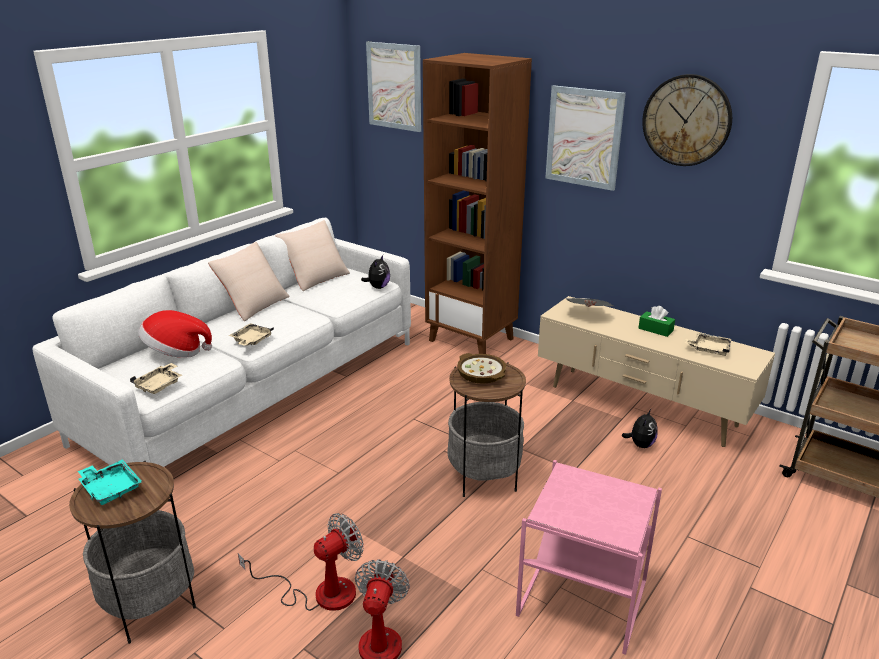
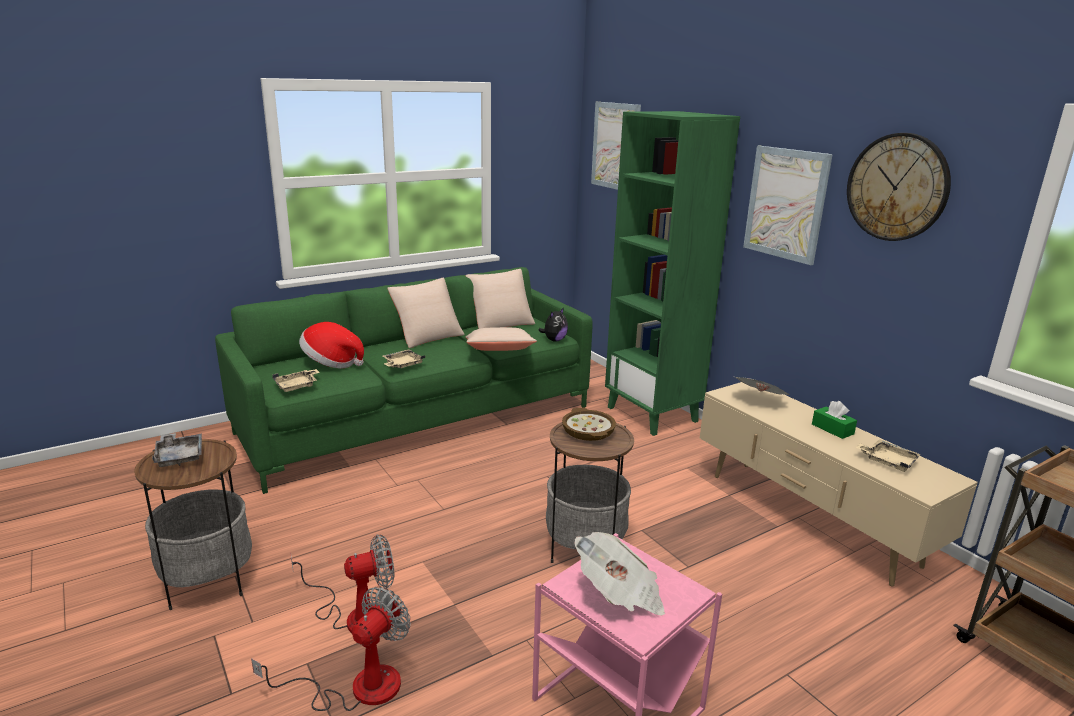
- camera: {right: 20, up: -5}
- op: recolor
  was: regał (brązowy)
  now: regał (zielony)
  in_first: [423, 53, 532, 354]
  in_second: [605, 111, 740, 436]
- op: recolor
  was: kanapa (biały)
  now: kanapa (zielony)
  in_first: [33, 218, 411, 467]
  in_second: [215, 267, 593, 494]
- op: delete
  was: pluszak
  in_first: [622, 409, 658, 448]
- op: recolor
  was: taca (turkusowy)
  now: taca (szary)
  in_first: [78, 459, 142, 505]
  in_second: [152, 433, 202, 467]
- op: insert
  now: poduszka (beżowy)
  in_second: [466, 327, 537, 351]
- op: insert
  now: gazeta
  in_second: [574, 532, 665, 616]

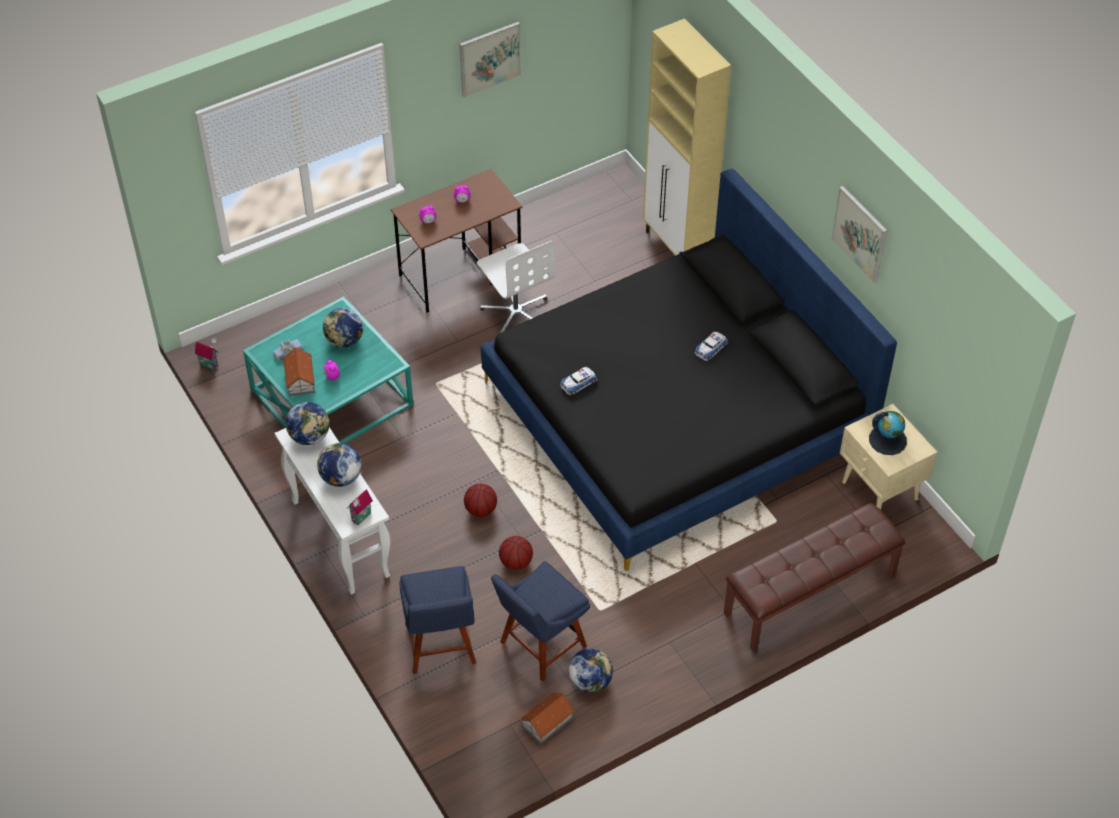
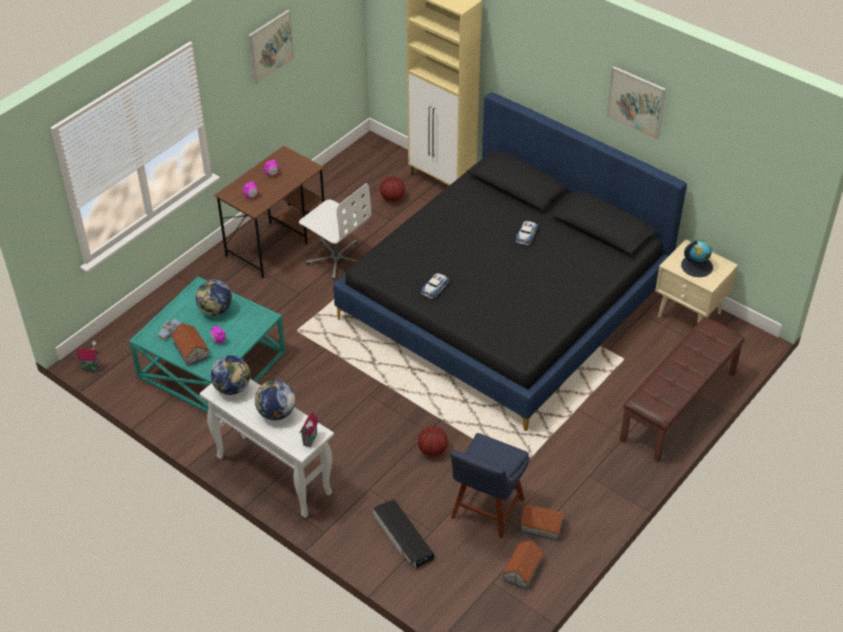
- camera: {right: -20, up: -5}
- op: move
  was: piłka do koszykówki
  in_first: [464, 484, 497, 517]
  in_second: [380, 177, 405, 202]
- op: replace
  was: krzesło (niebieski)
  now: pojemnik do przechowywania (czarny)
  in_first: [399, 566, 476, 674]
  in_second: [373, 500, 434, 568]
- op: replace
  was: globus
  now: domek
  in_first: [568, 648, 613, 693]
  in_second: [520, 504, 565, 541]

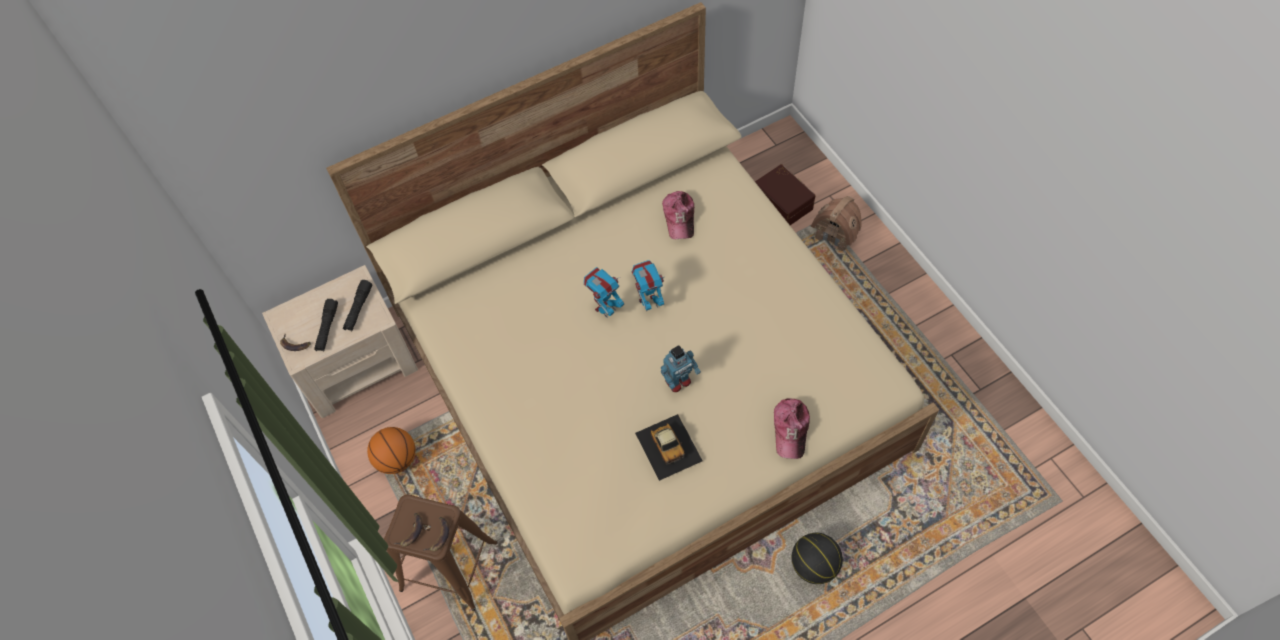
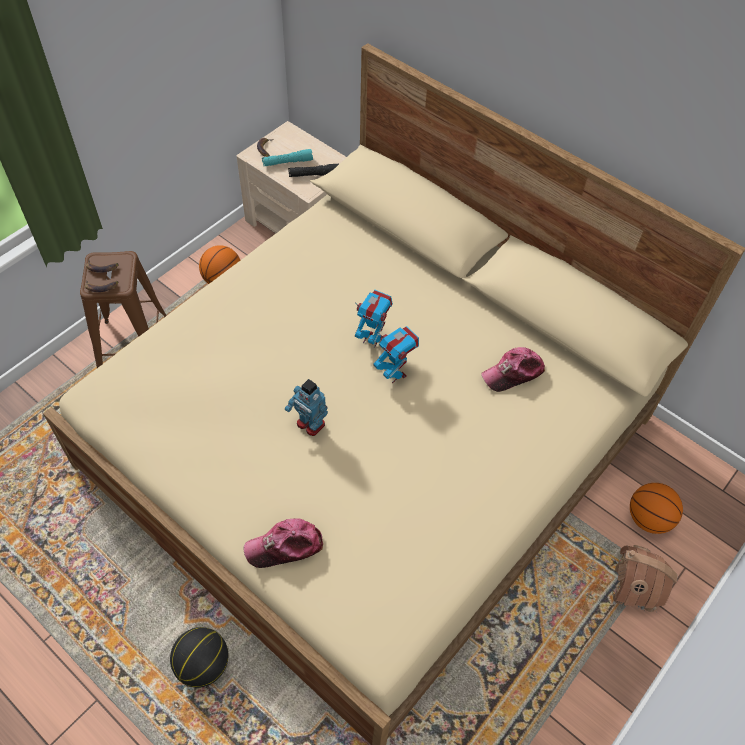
- camera: {right: 65, up: -5}
- op: replace
  was: pojemnik do przechowywania (brązowy)
  now: piłka do koszykówki
  in_first: [755, 164, 816, 225]
  in_second: [630, 483, 683, 534]
- op: recolor
  was: latarka (czarny)
  now: latarka (turkusowy)
  in_first: [314, 299, 338, 352]
  in_second: [262, 149, 313, 166]
- op: delete
  was: samochodzik
  in_first: [635, 414, 703, 481]

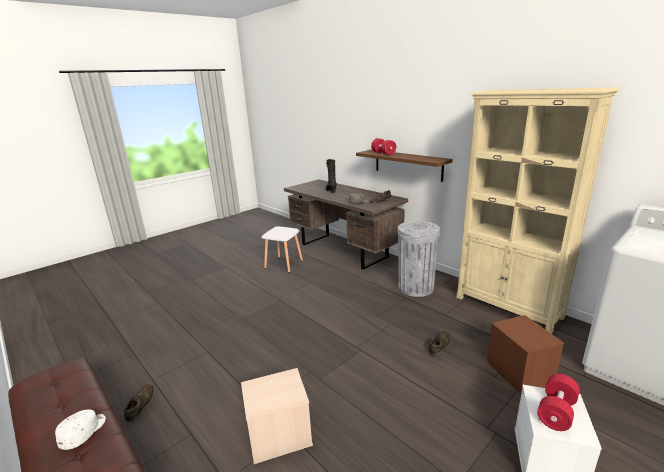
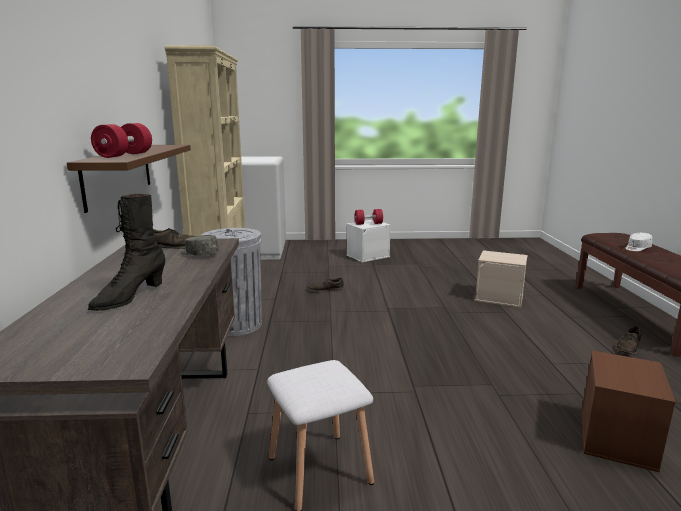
- camera: {right: -140, up: -5}
- op: move
  was: pojemnik do przechowywania (brązowy)
  in_first: [487, 315, 564, 395]
  in_second: [582, 351, 676, 472]

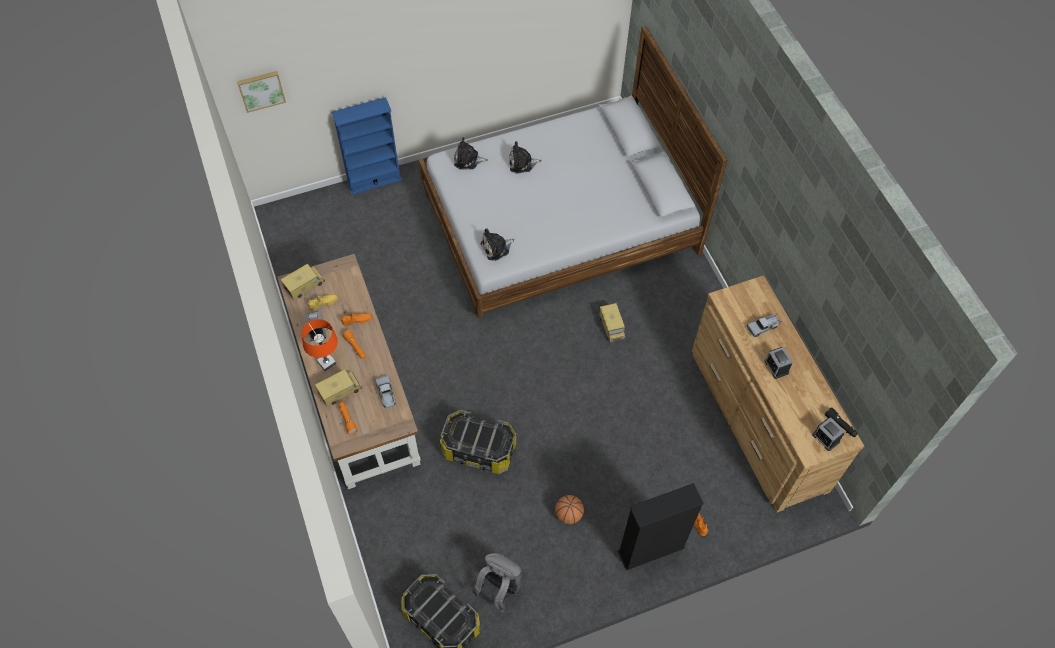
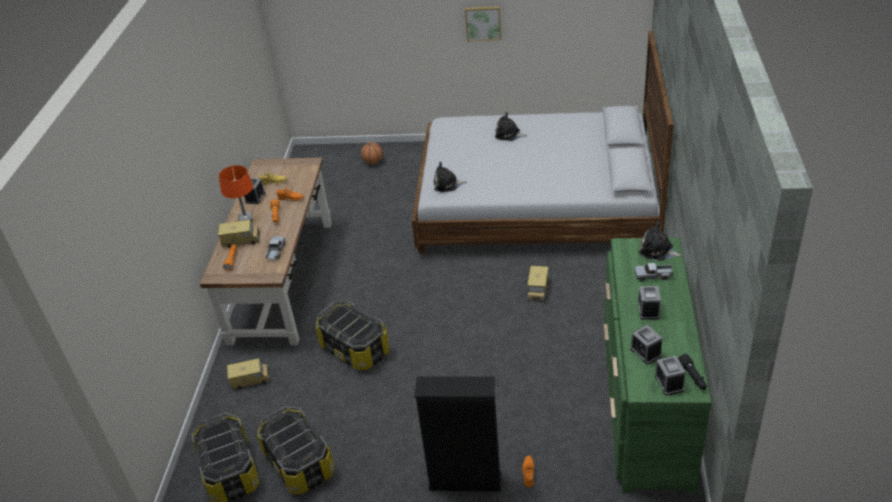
- camera: {right: 30, up: -20}
- op: move
  was: obraz
  in_first: [237, 71, 286, 113]
  in_second: [465, 6, 501, 42]
- op: delete
  was: regał (niebieski)
  in_first: [332, 97, 402, 195]
- op: move
  was: pluszak
  in_first: [454, 137, 488, 169]
  in_second: [639, 221, 682, 261]
- op: move
  was: ciężarówka zabawkowa
  in_first: [281, 264, 325, 300]
  in_second: [227, 358, 270, 389]
- op: recolor
  was: komoda (brązowy)
  now: komoda (zielony)
  in_first: [692, 275, 864, 513]
  in_second: [604, 237, 712, 494]
- op: move
  was: piłka do koszykówki
  in_first: [555, 495, 584, 524]
  in_second: [361, 142, 383, 164]
- op: replace
  was: plecak (szary)
  now: pojemnik do przechowywania
  in_first: [472, 553, 522, 613]
  in_second: [257, 406, 335, 494]
- op: insert
  now: budzik
  in_second: [630, 325, 662, 364]

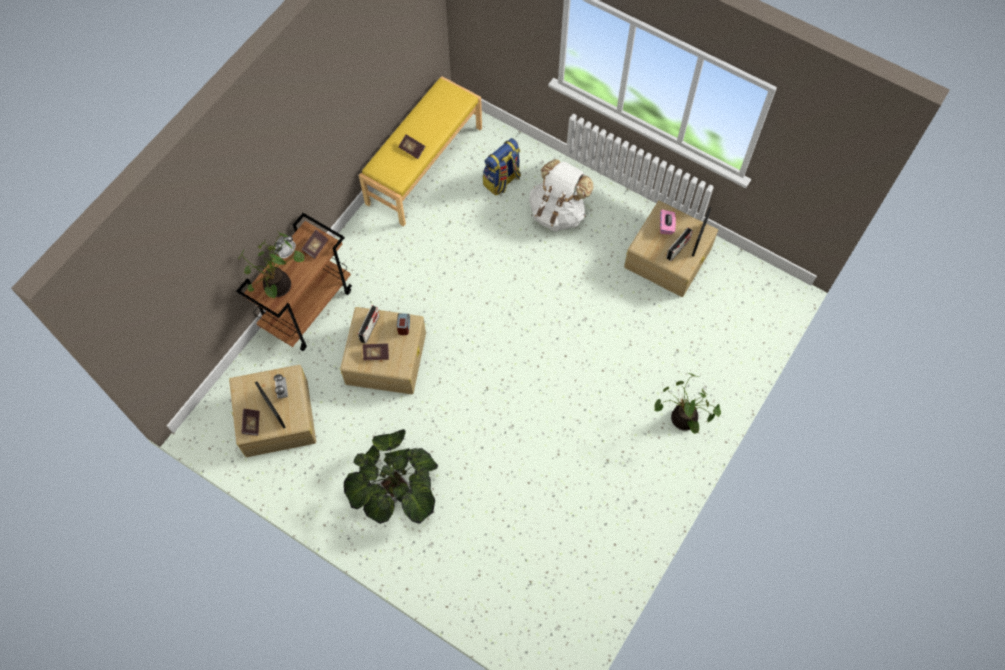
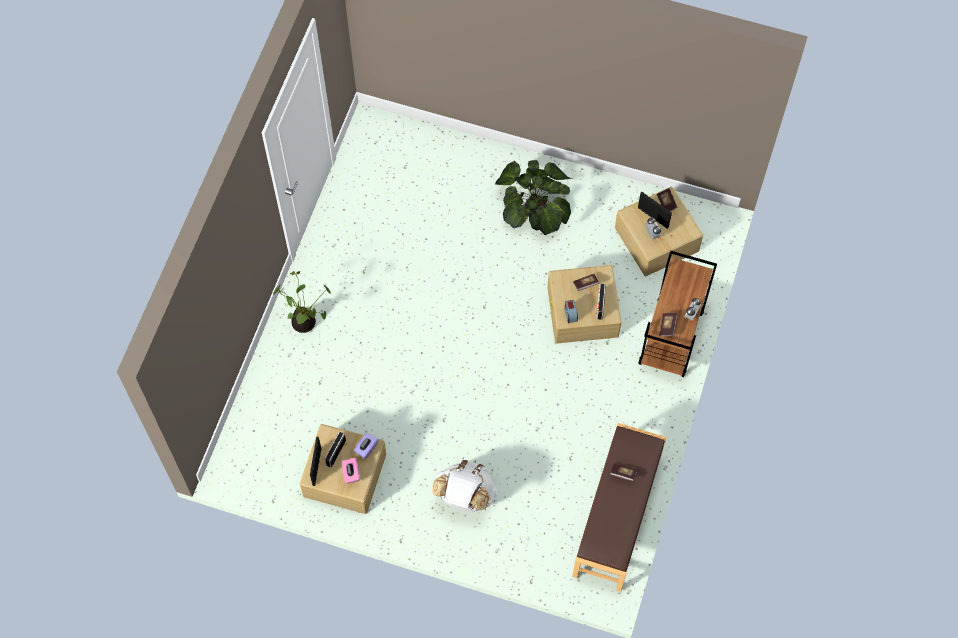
- camera: {right: 165, up: 0}
- op: recolor
  was: ławka (żółty)
  now: ławka (brązowy)
  in_first: [359, 76, 482, 226]
  in_second: [572, 423, 666, 592]
- op: delete
  was: plecak
  in_first: [483, 138, 521, 196]
- op: delete
  was: roślina doniczkowa
  in_first: [238, 232, 304, 299]
- op: insert
  now: pudełko chusteczek (fioletowy)
  in_second: [354, 433, 378, 459]

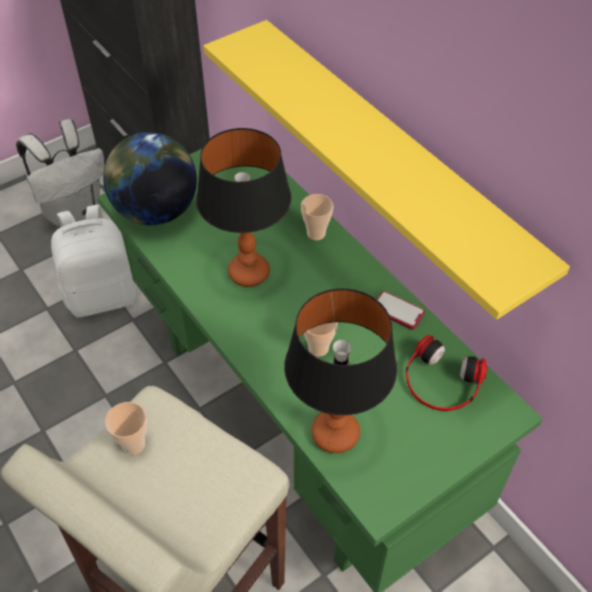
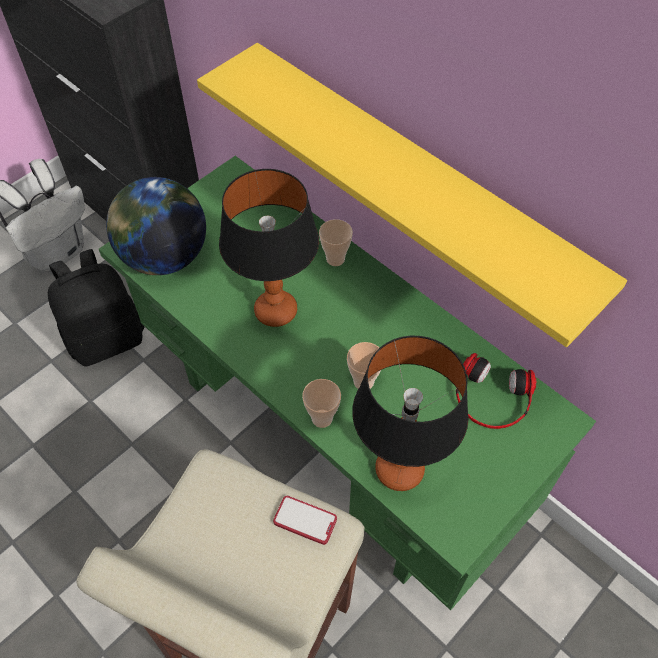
- camera: {right: -10, up: 5}
- op: recolor
  was: plecak (biały)
  now: plecak (czarny)
  in_first: [51, 204, 140, 317]
  in_second: [48, 249, 144, 366]
- op: move
  was: telefon
  in_first: [377, 291, 425, 330]
  in_second: [273, 496, 337, 545]
- op: move
  was: filiżanka
  in_first: [105, 402, 147, 455]
  in_second: [302, 379, 341, 428]

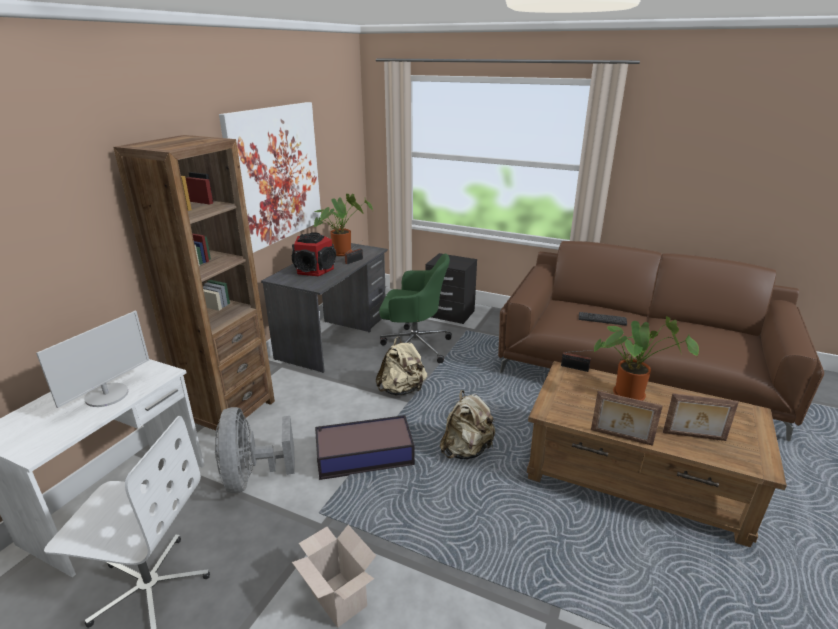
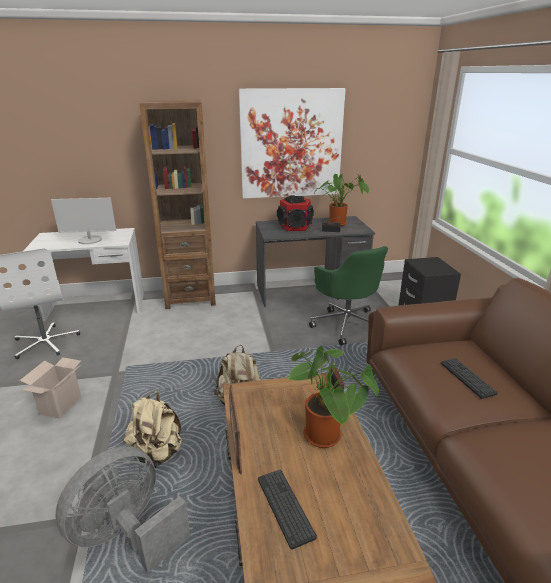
- camera: {right: 55, up: 0}
- op: move
  was: plecak (beżowy)
  in_first: [376, 337, 427, 396]
  in_second: [124, 391, 182, 468]
- op: replace
  was: ramka na zdjęcie
  now: klawiatura
  in_first: [663, 394, 739, 441]
  in_second: [258, 470, 317, 550]
- op: move
  was: wentylator (szary)
  in_first: [215, 407, 294, 493]
  in_second: [55, 446, 190, 573]
- op: delete
  was: pojemnik do przechowywania
  in_first: [315, 415, 415, 480]

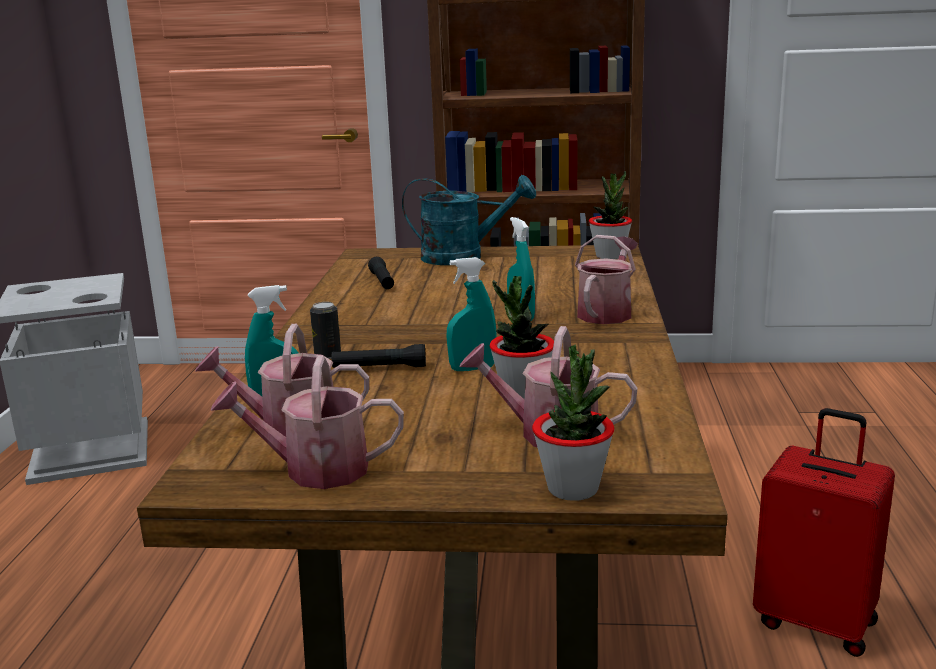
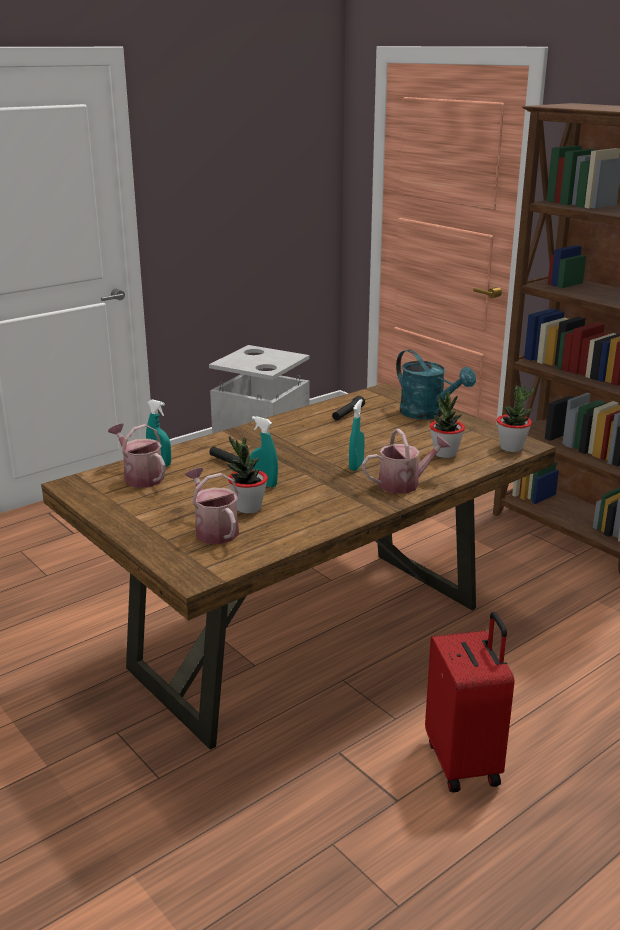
- camera: {right: 45, up: 5}
- op: delete
  was: puszka
  in_first: [310, 302, 341, 359]
- op: move
  was: roślina doniczkowa
  in_first: [532, 345, 614, 501]
  in_second: [430, 391, 465, 458]
- op: delete
  was: konewka
  in_first: [211, 355, 404, 489]

